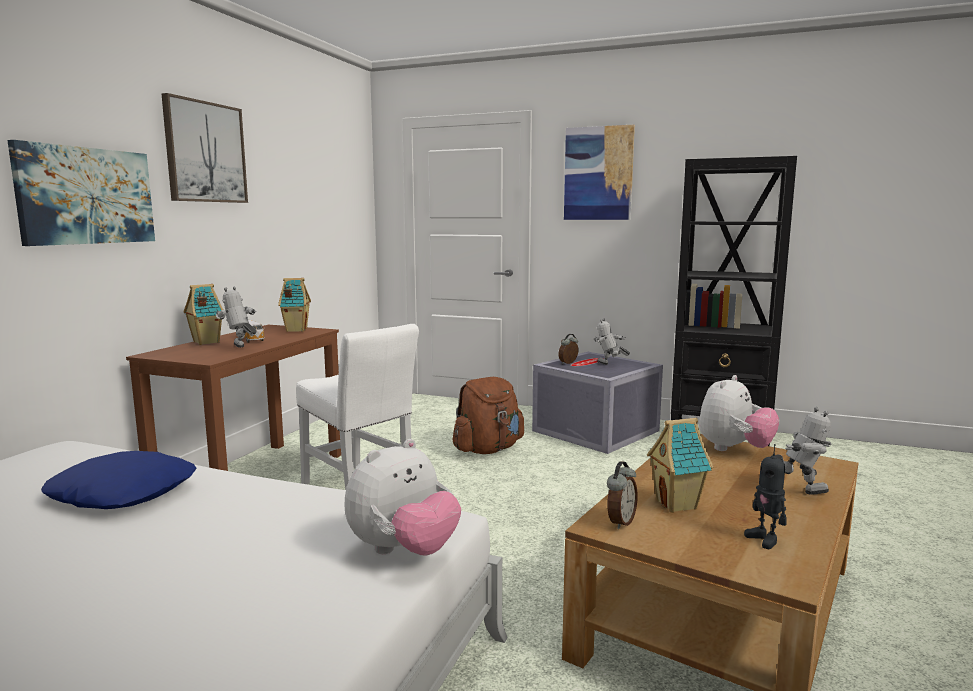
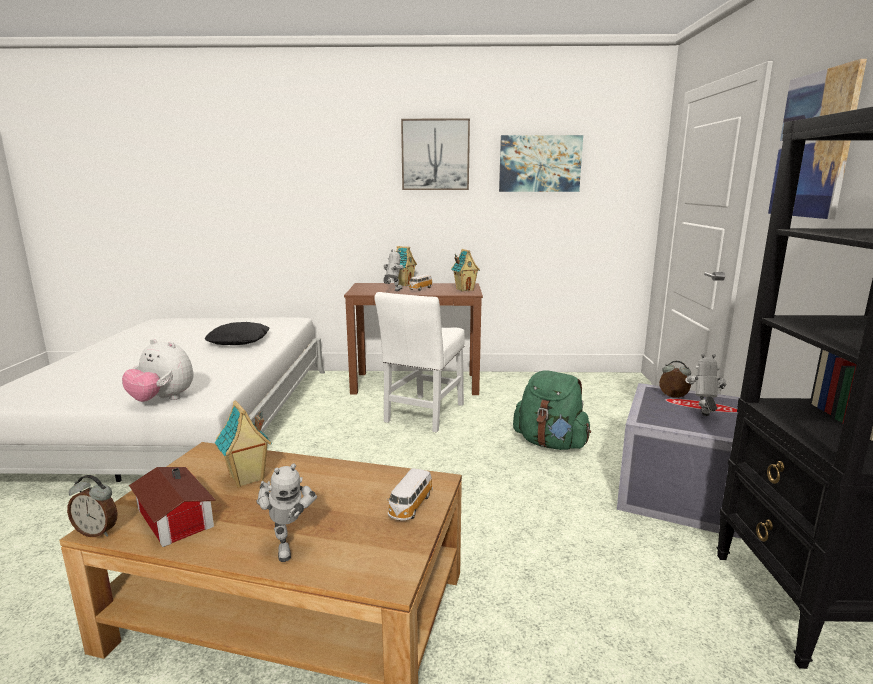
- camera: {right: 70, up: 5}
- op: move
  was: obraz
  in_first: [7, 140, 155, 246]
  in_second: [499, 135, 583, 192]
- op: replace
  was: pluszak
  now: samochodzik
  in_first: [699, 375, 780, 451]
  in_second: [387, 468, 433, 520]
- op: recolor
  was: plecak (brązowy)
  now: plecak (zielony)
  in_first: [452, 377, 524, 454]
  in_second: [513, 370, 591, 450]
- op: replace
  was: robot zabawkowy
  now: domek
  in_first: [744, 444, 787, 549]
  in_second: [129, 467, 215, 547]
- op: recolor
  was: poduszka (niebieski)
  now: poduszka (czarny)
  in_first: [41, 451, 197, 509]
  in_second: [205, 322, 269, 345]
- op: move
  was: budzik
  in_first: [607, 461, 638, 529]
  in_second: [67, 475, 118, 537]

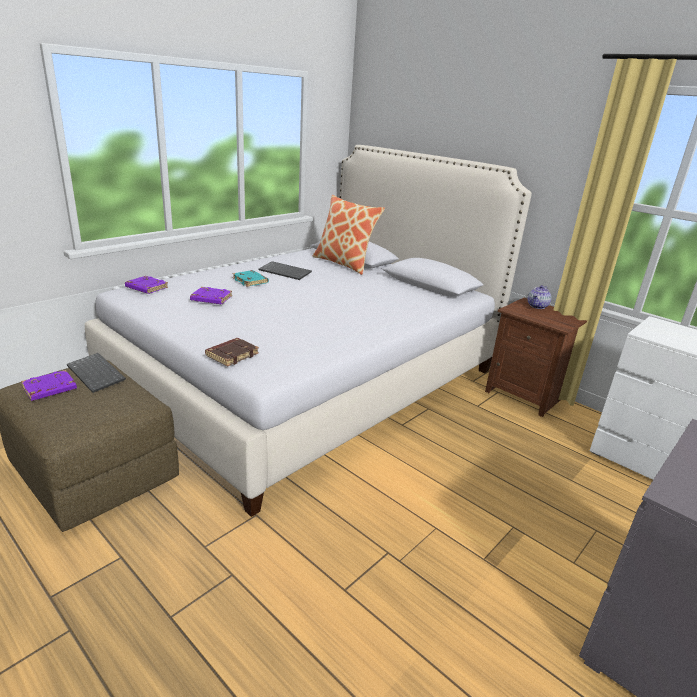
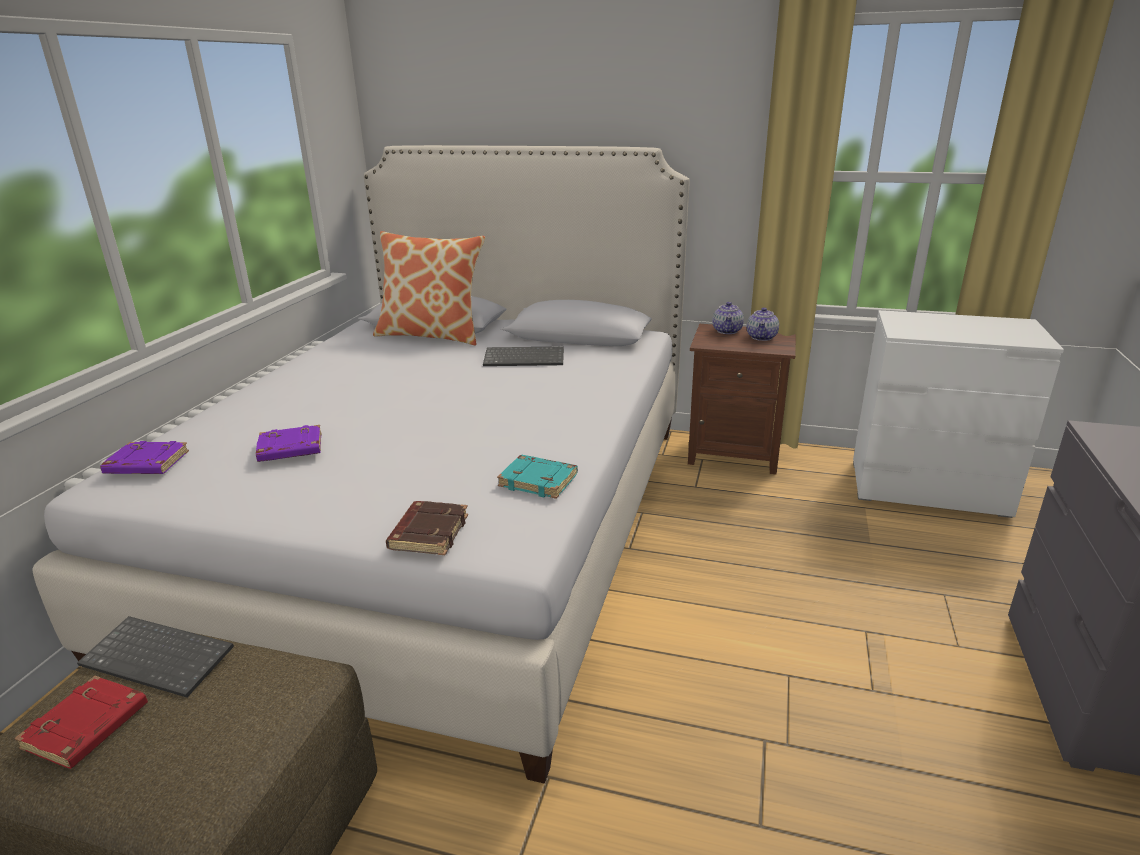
- camera: {right: -25, up: 0}
- op: move
  was: klawiatura
  in_first: [259, 261, 312, 280]
  in_second: [483, 346, 564, 366]
- op: move
  was: książka (turkusowy)
  in_first: [232, 270, 269, 287]
  in_second: [497, 455, 578, 499]
- op: recolor
  was: książka (fioletowy)
  now: książka (czerwony)
  in_first: [21, 370, 77, 401]
  in_second: [14, 676, 148, 769]
- op: insert
  now: imbryk
  in_second: [747, 307, 779, 341]

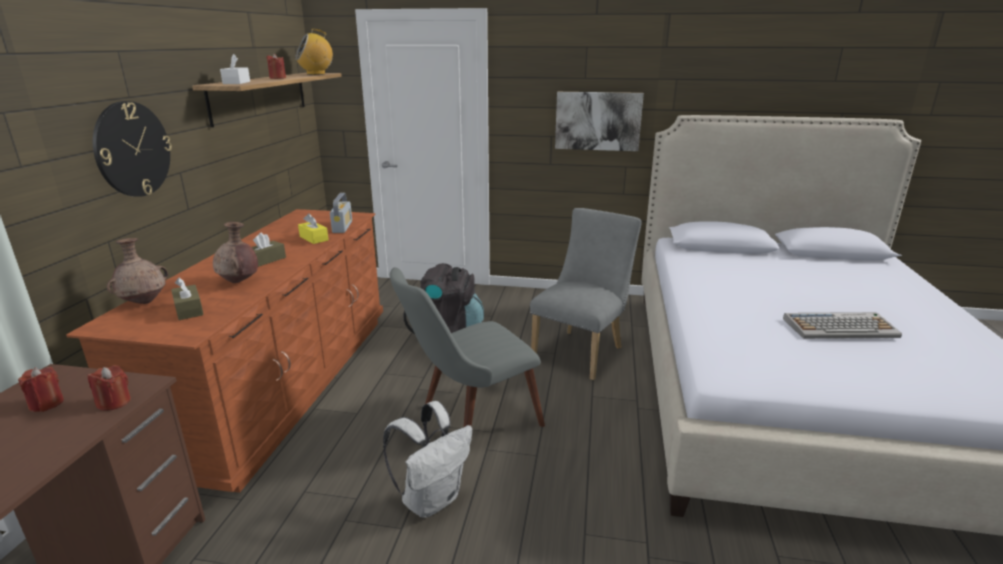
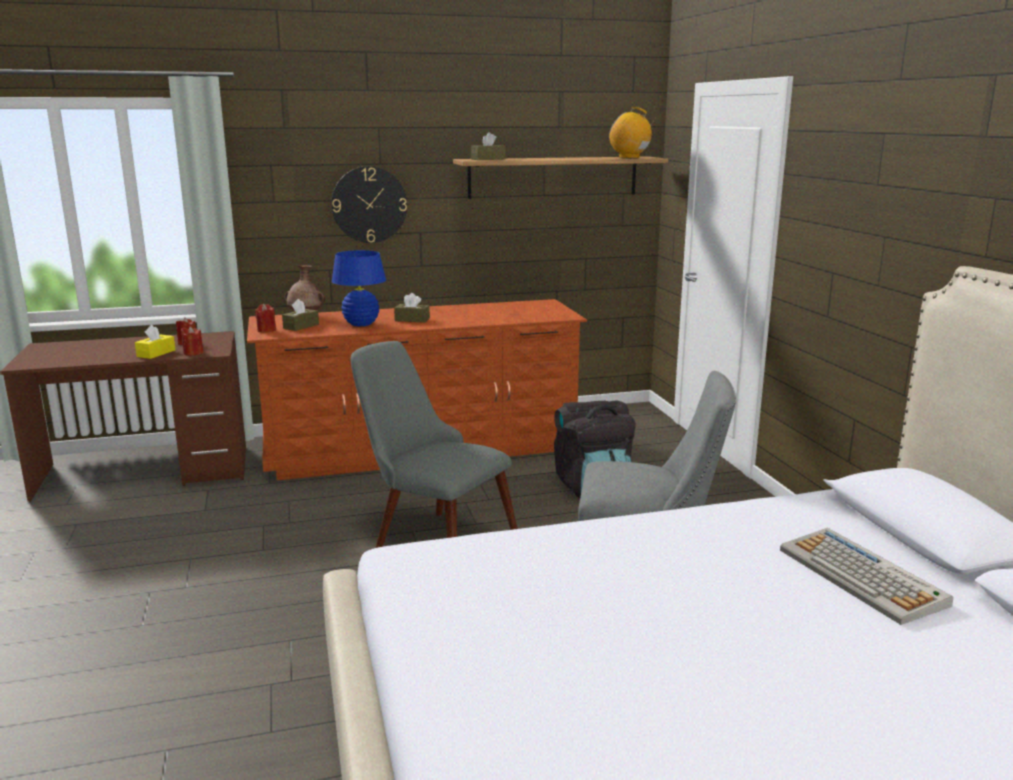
- camera: {right: 65, up: -5}
- op: recolor
  was: pudełko chusteczek (biały)
  now: pudełko chusteczek (brązowy)
  in_first: [220, 54, 250, 84]
  in_second: [471, 132, 505, 160]
- op: move
  was: świeca (czerwony)
  in_first: [267, 54, 286, 79]
  in_second: [255, 304, 276, 333]
- op: delete
  was: obraz
  in_first: [555, 92, 644, 151]
- op: delete
  was: radio
  in_first: [330, 193, 352, 233]
- op: move
  was: pudełko chusteczek (żółty)
  in_first: [298, 214, 329, 244]
  in_second: [135, 325, 176, 359]
- op: replace
  was: wazon (brązowy)
  now: lampa stołowa (niebieski)
  in_first: [213, 222, 258, 283]
  in_second: [331, 250, 386, 326]
- op: move
  was: klawiatura
  in_first: [783, 312, 902, 339]
  in_second: [780, 528, 953, 625]
- op: delete
  was: plecak (biały)
  in_first: [383, 401, 472, 518]

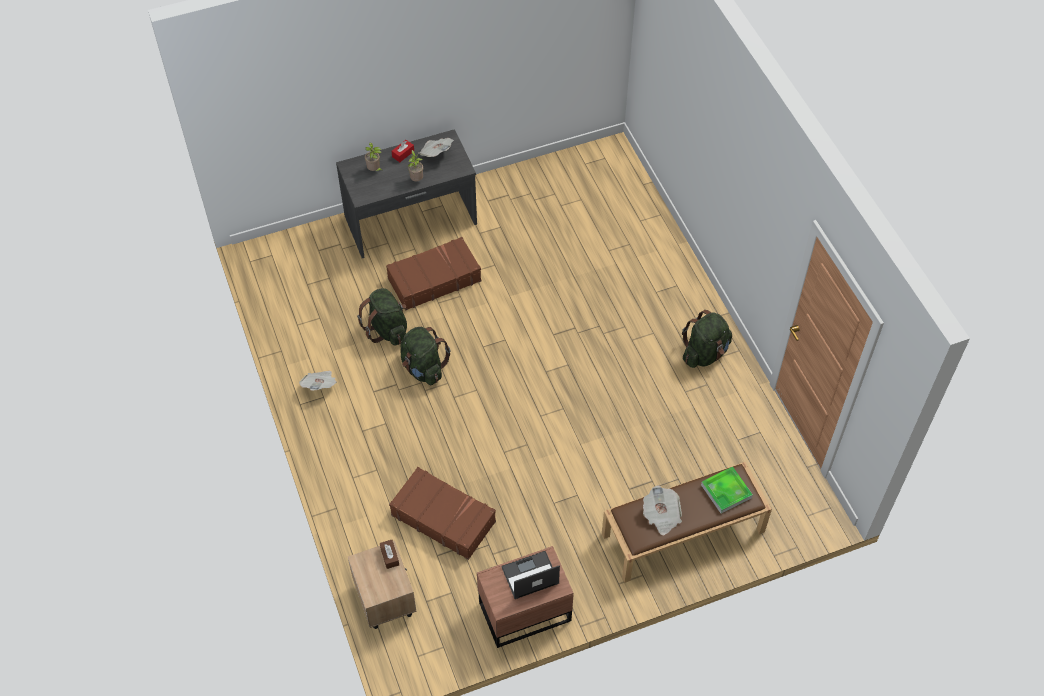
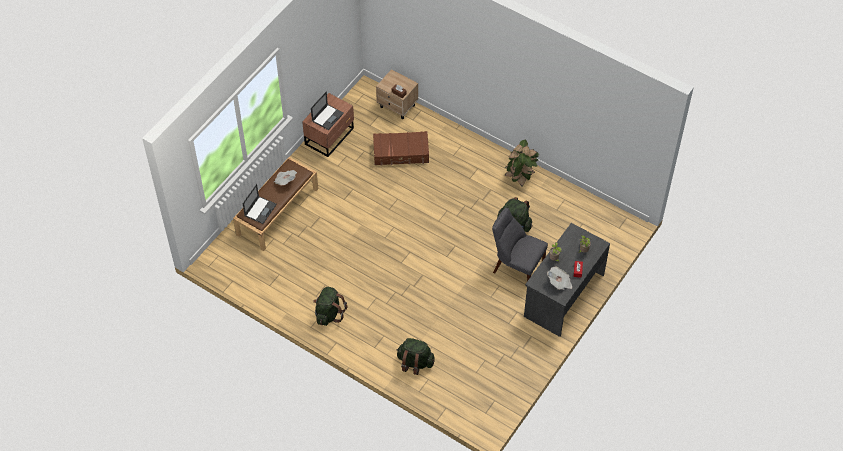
- camera: {right: 145, up: 0}
- op: replace
  was: walizka (brązowy)
  now: krzesło (szary)
  in_first: [386, 237, 481, 310]
  in_second: [492, 208, 548, 281]
- op: move
  was: plecak (zielony)
  in_first: [400, 327, 451, 385]
  in_second: [397, 338, 435, 375]
- op: replace
  was: gazeta
  now: roślina doniczkowa
  in_first: [299, 371, 337, 391]
  in_second: [504, 139, 539, 186]
- op: replace
  was: taca
  now: laptop
  in_first: [701, 467, 753, 513]
  in_second: [243, 184, 277, 224]

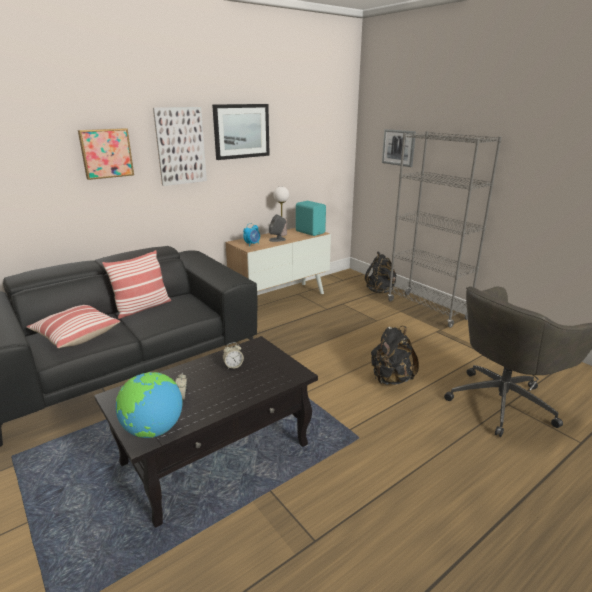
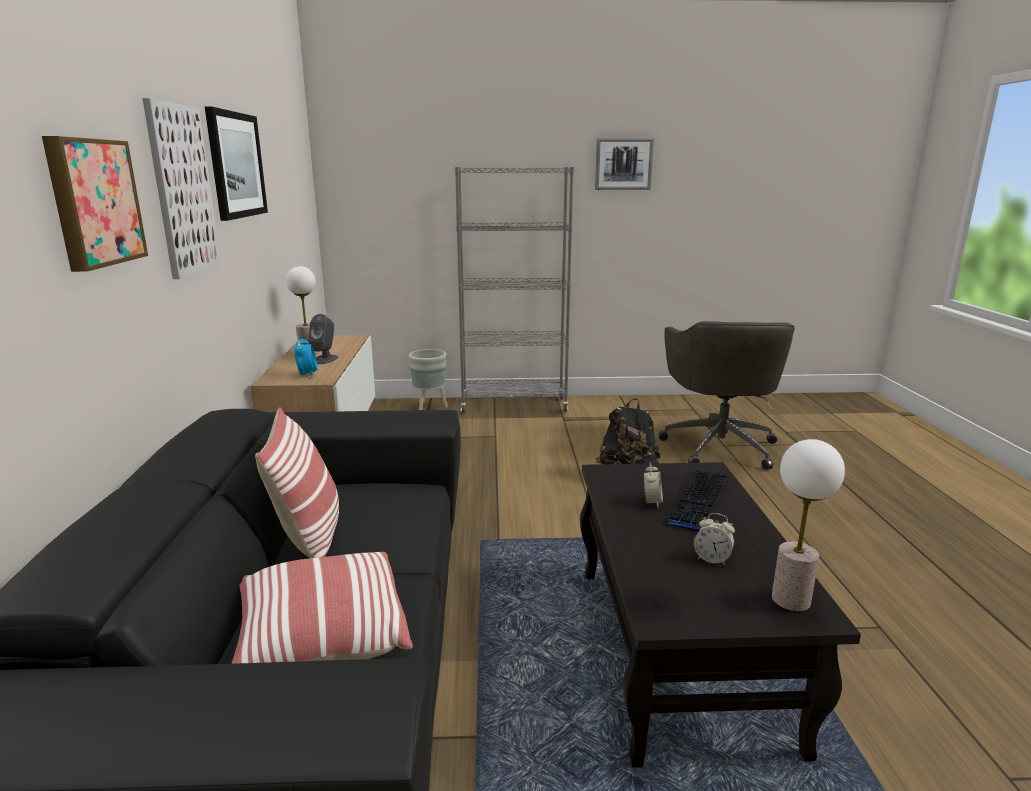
- camera: {right: -55, up: -5}
- op: move
  was: obraz
  in_first: [382, 129, 416, 167]
  in_second: [595, 138, 654, 190]
- op: delete
  was: głośnik (turkusowy)
  in_first: [296, 201, 326, 236]
- op: replace
  was: plecak (czarny)
  now: donica (szary)
  in_first: [365, 251, 396, 293]
  in_second: [409, 349, 448, 410]
- op: replace
  was: globus
  now: lampa stołowa
  in_first: [116, 372, 182, 438]
  in_second: [772, 439, 845, 611]
- op: insert
  now: klawiatura
  in_second: [663, 470, 729, 531]

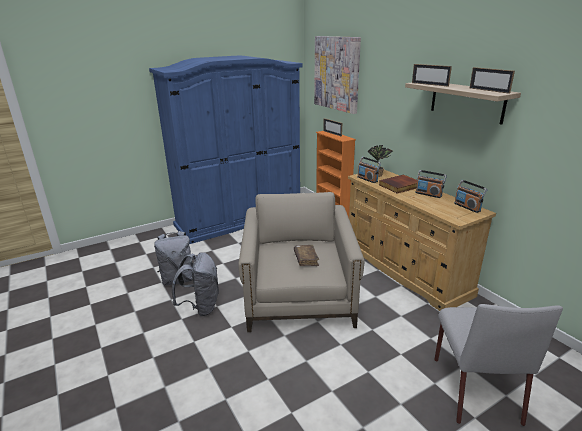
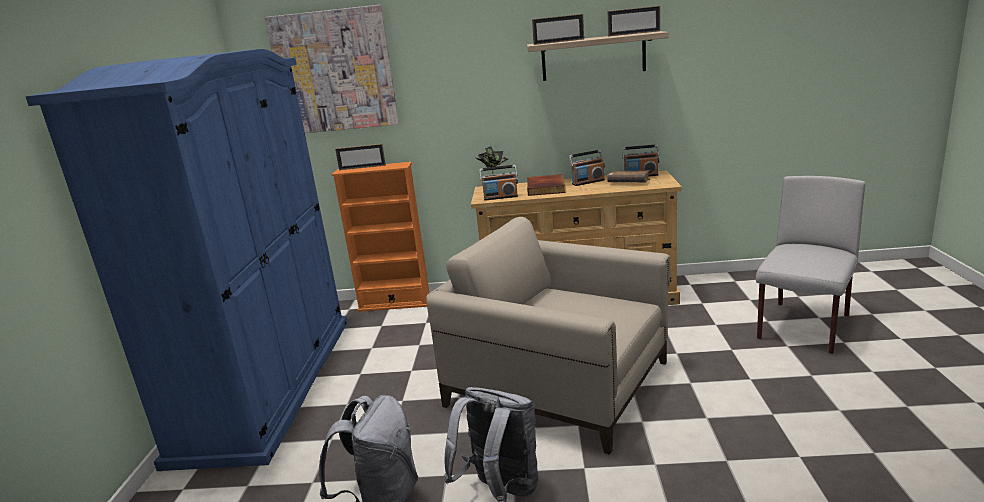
- camera: {right: -55, up: -5}
- op: move
  was: książka (brązowy)
  in_first: [294, 245, 319, 266]
  in_second: [607, 170, 650, 183]
- op: rotate
  was: krzesło (szary)
  in_first: [434, 304, 563, 426]
  in_second: [756, 176, 865, 354]
  clockwise: -90

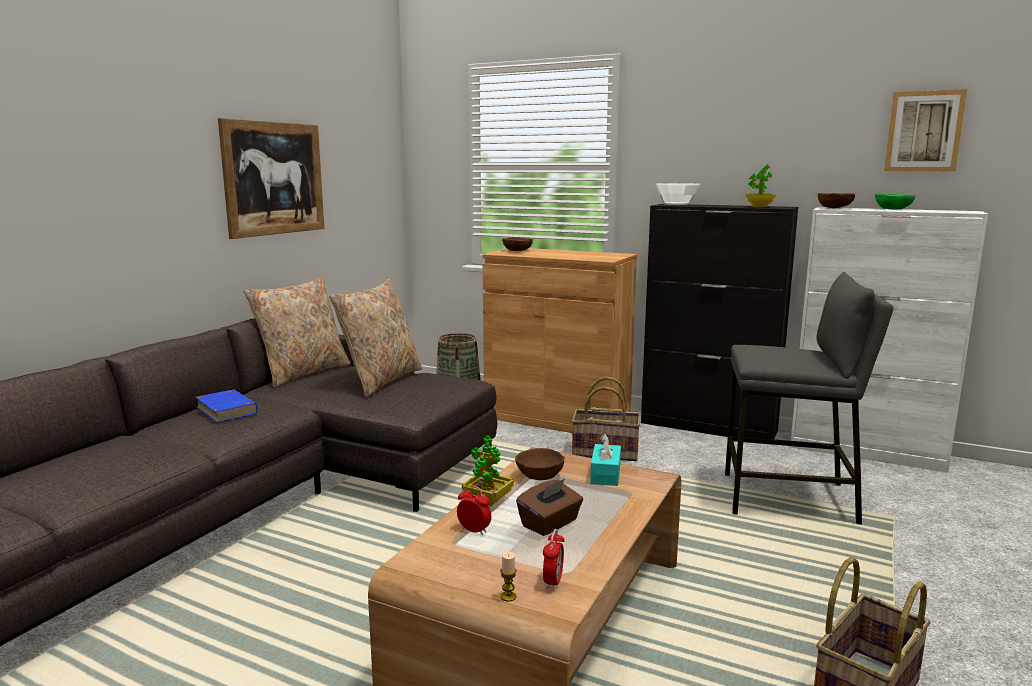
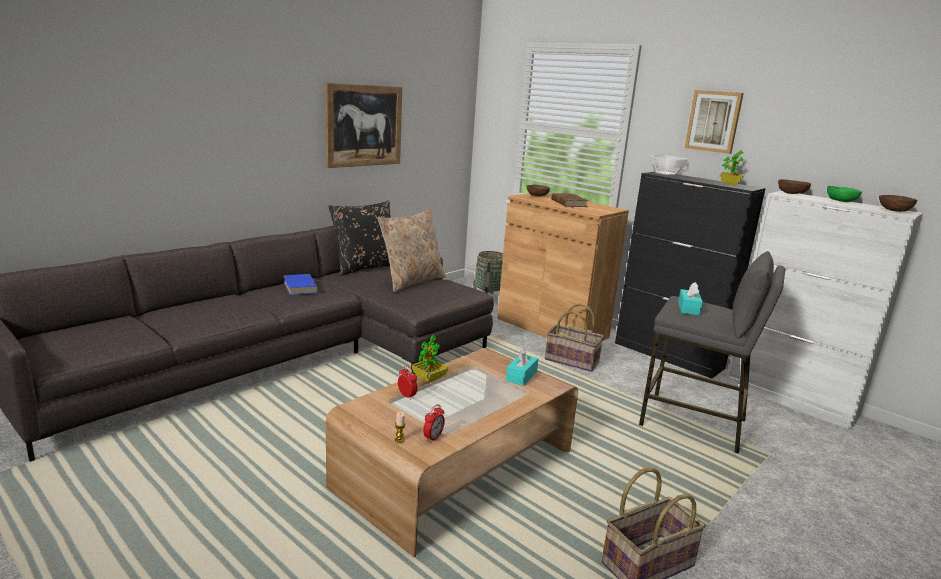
- camera: {right: 15, up: 5}
- op: move
  was: obraz
  in_first: [884, 89, 967, 171]
  in_second: [685, 90, 744, 154]
- op: recolor
  was: poduszka (beżowy)
  now: poduszka (czarny)
  in_first: [243, 277, 351, 388]
  in_second: [328, 200, 391, 276]
- op: move
  was: miska (brązowy)
  in_first: [515, 448, 565, 480]
  in_second: [879, 195, 918, 212]
- op: delete
  was: pudełko chusteczek (brązowy)
  in_first: [516, 479, 583, 536]
- op: insert
  now: książka (brązowy)
  in_second: [551, 193, 588, 208]
- op: insert
  now: pudełko chusteczek (turkusowy)
  in_second: [678, 282, 703, 316]

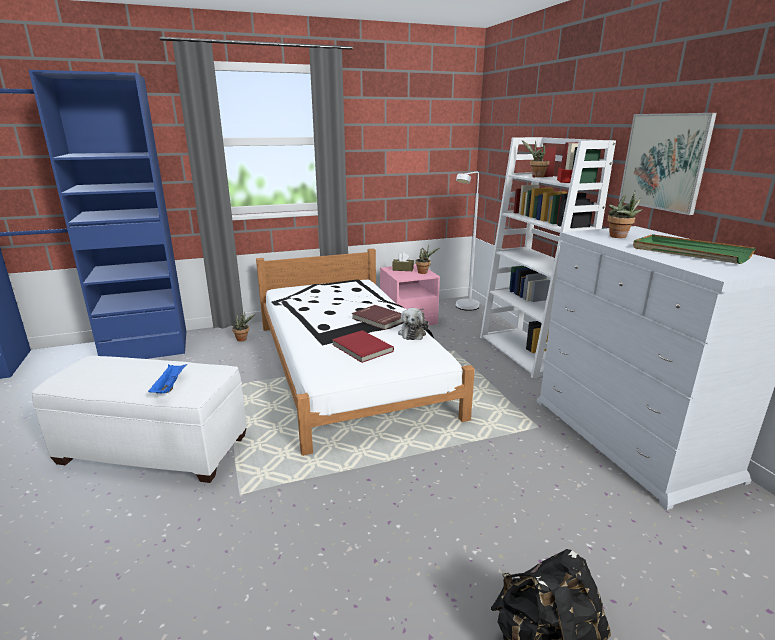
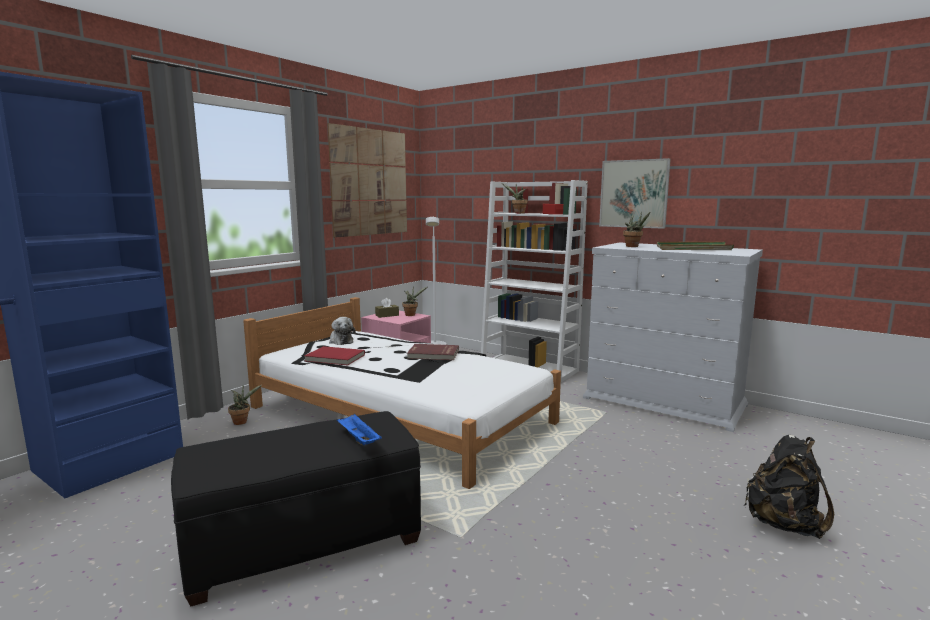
- camera: {right: -35, up: -10}
- op: move
  was: pluszak
  in_first: [398, 308, 429, 340]
  in_second: [329, 317, 356, 345]
- op: move
  was: książka (czerwony)
  in_first: [332, 330, 394, 363]
  in_second: [304, 346, 365, 365]
- op: recolor
  was: pufa (biały)
  now: pufa (czarny)
  in_first: [32, 356, 247, 483]
  in_second: [171, 411, 421, 606]
- op: insert
  now: obraz
  in_second: [327, 123, 407, 238]

